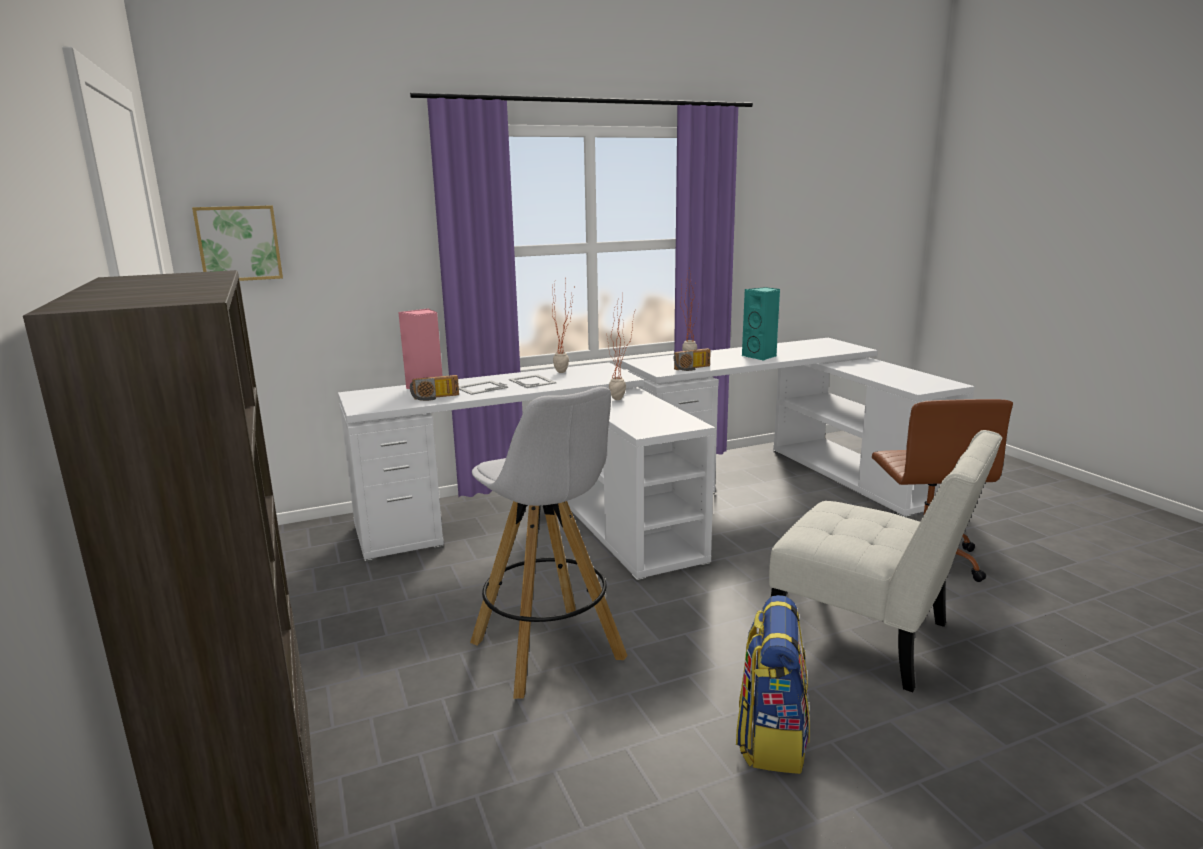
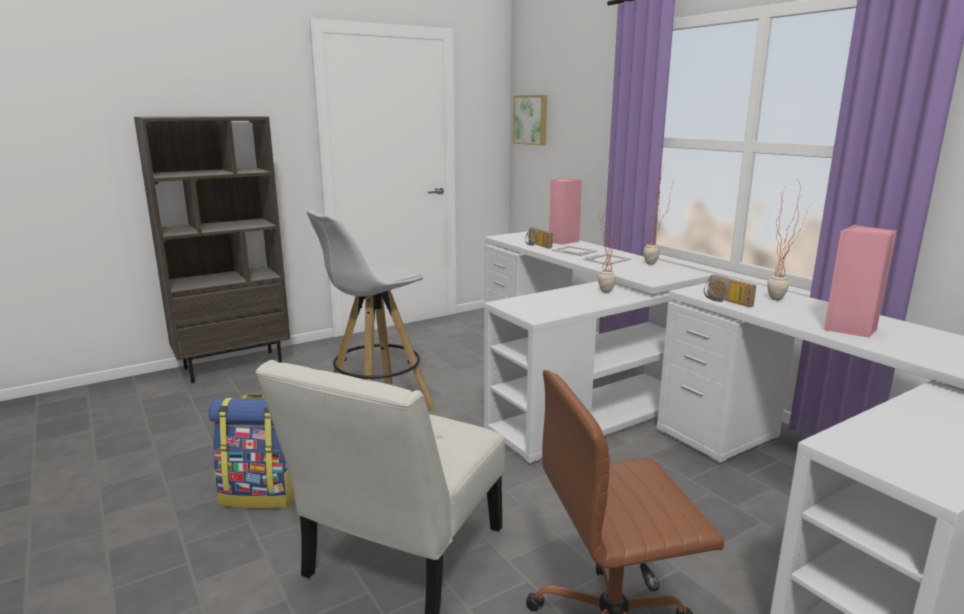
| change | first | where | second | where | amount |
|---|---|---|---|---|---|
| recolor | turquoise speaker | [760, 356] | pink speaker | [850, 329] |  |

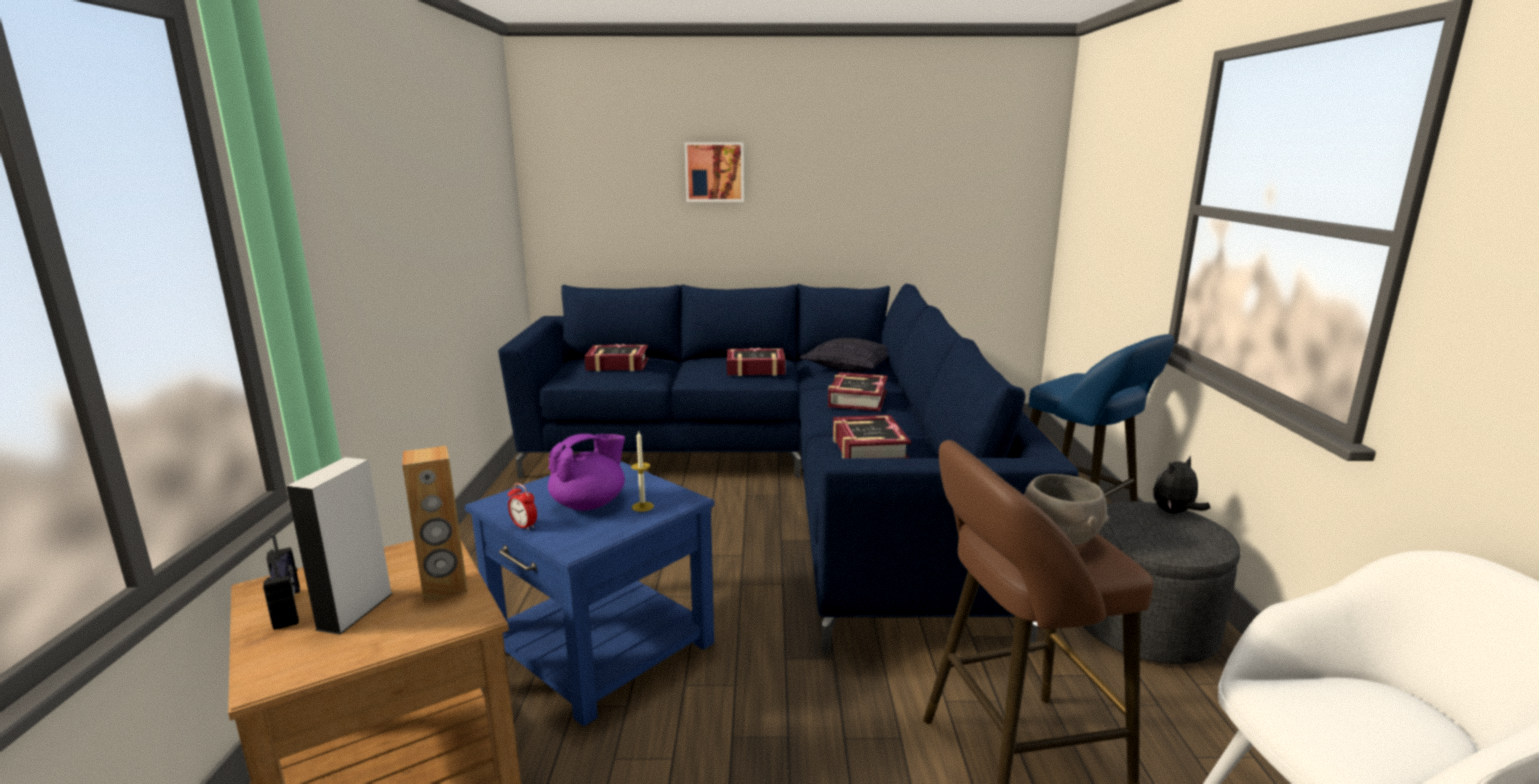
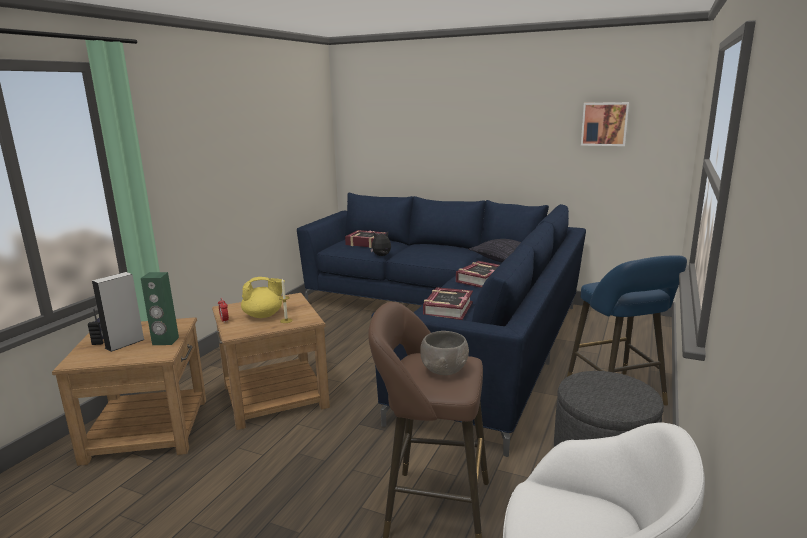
| change | first | where | second | where | amount |
|---|---|---|---|---|---|
| move | picture | [714, 172] |  | [604, 124] |  |
| delete | book | [755, 369] |  |  |  |
| recolor | purple teapot | [590, 504] | yellow teapot | [264, 315] |  |
| recolor | brown speaker | [445, 588] | green speaker | [165, 341] |  |
| move | plush toy | [1174, 512] |  | [381, 256] |  |
| recolor | blue side table | [601, 647] | brown side table | [274, 396] |  |

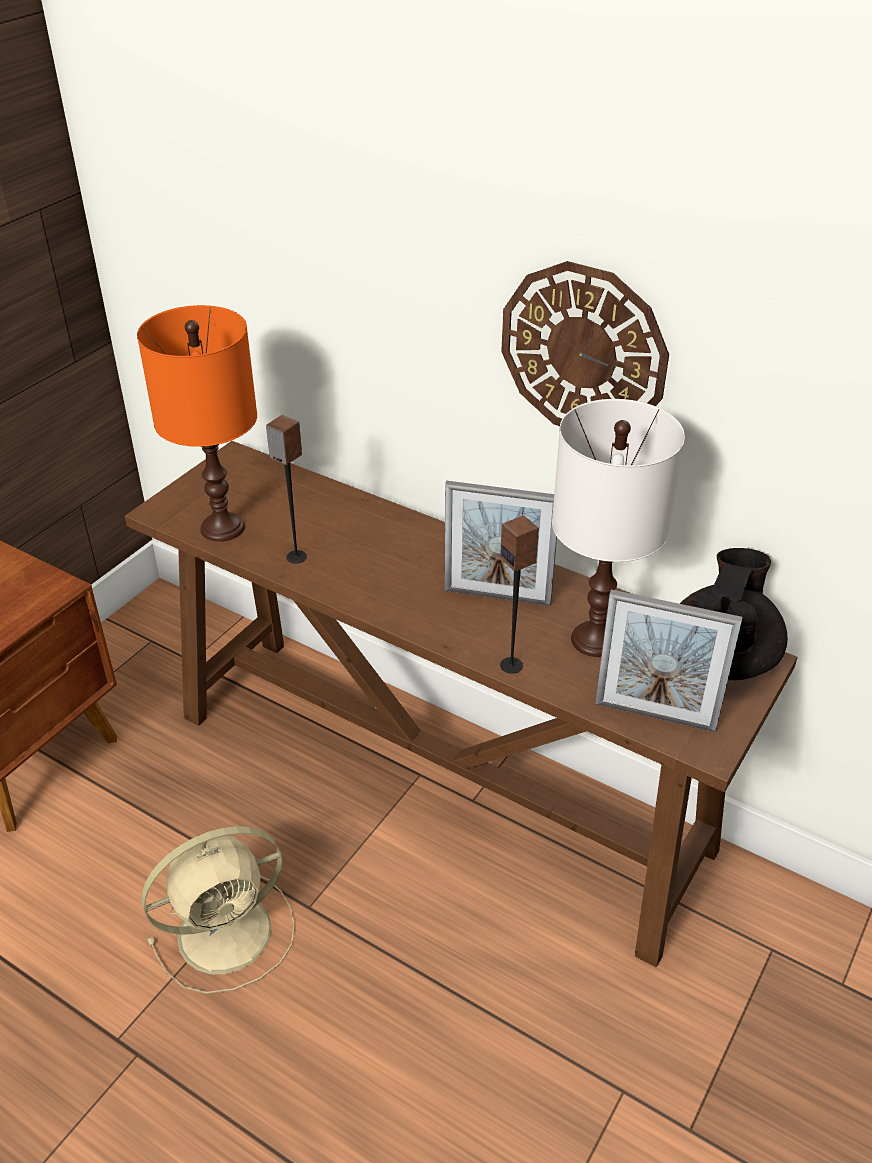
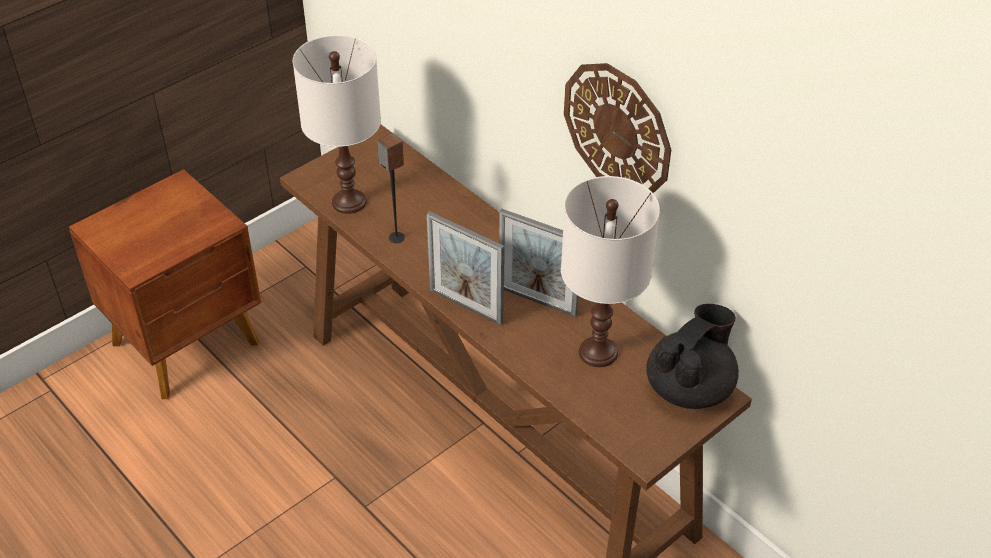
| change | first | where | second | where | amount |
|---|---|---|---|---|---|
| recolor | orange table lamp | [223, 528] | white table lamp | [349, 202] |  |
| delete | speaker | [512, 665] |  |  |  |
| move | picture frame | [655, 715] |  | [466, 306] |  |
| delete | beige fan | [229, 931] |  |  |  |

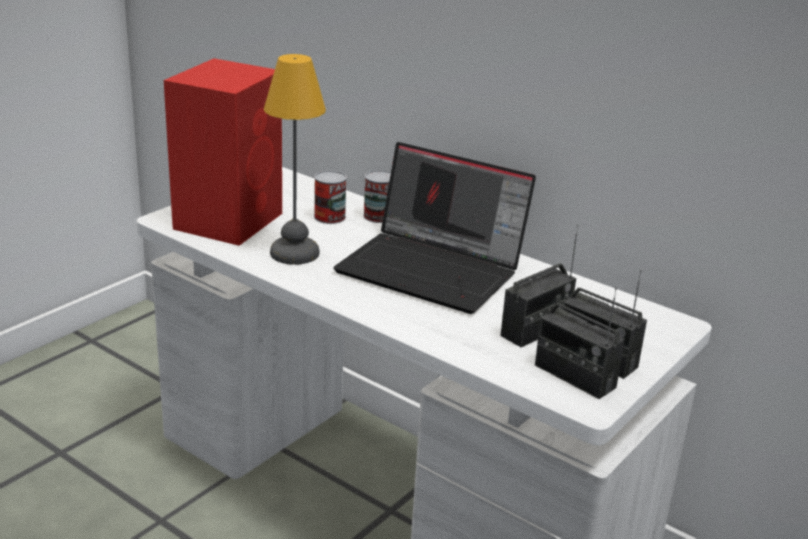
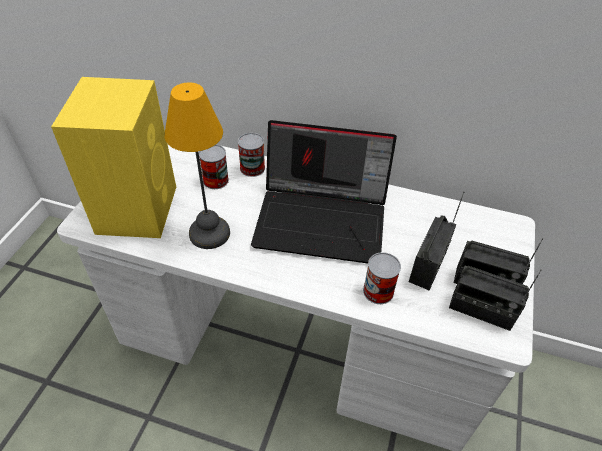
| change | first | where | second | where | amount |
|---|---|---|---|---|---|
| recolor | red speaker | [230, 220] | yellow speaker | [138, 208] |  |
| insert |  |  | can | [378, 291] |  |

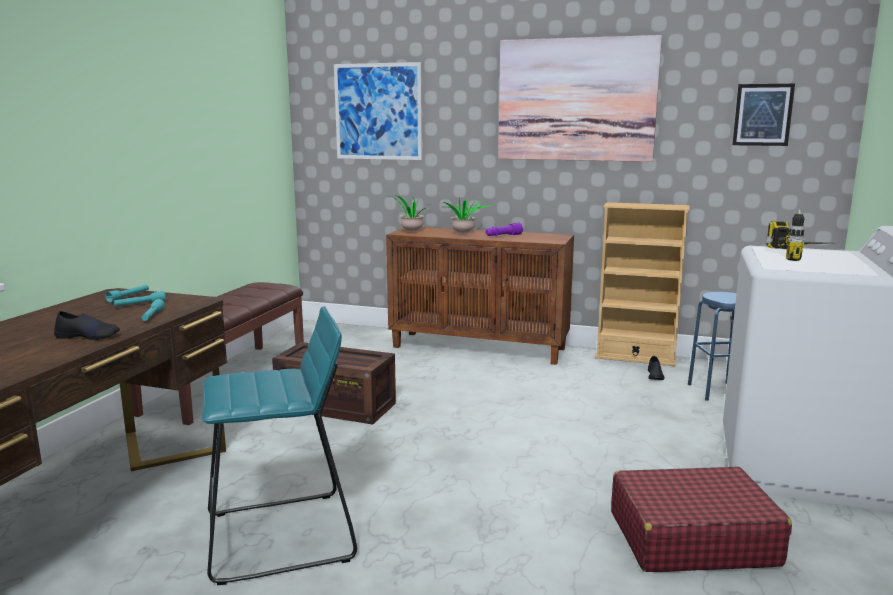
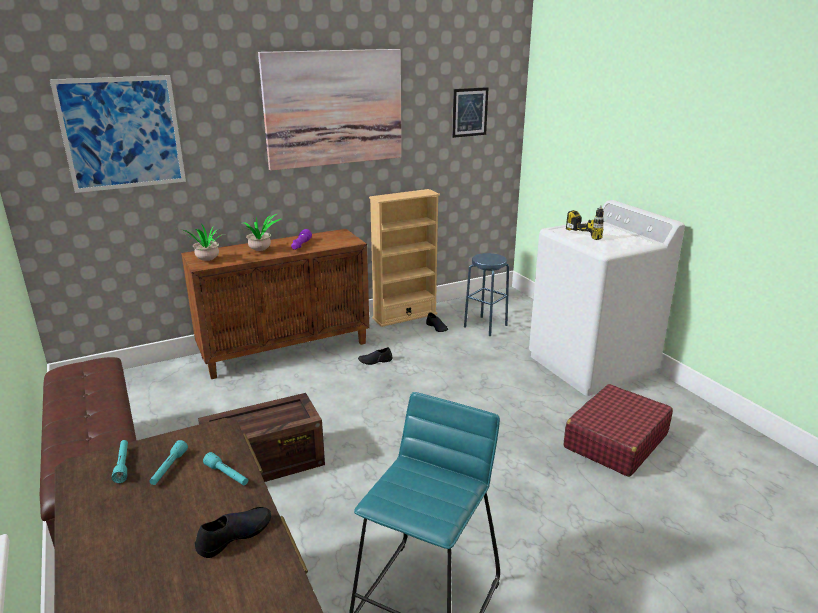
| change | first | where | second | where | amount |
|---|---|---|---|---|---|
| insert |  |  | black shoe | [375, 361] |  |

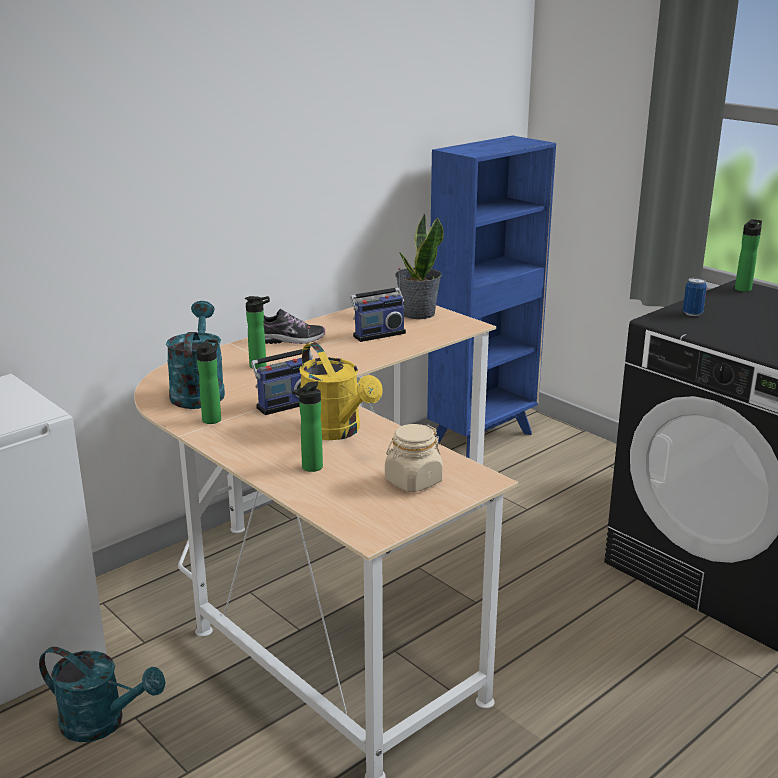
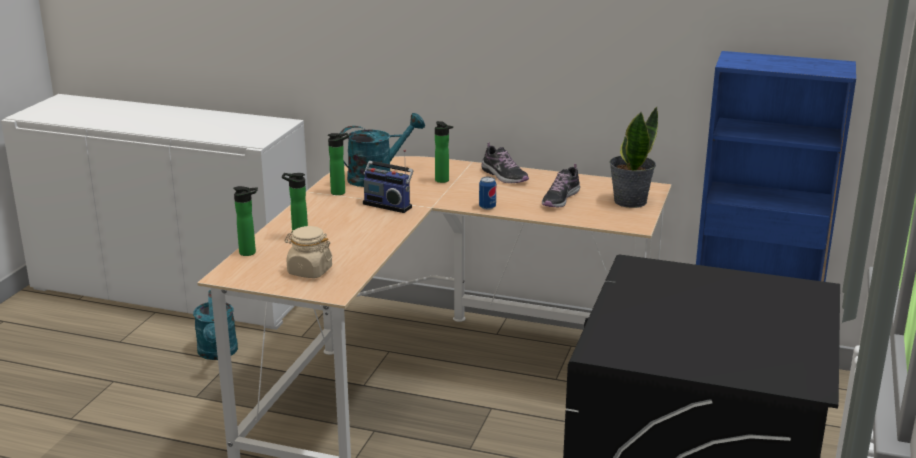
| change | first | where | second | where | amount |
|---|---|---|---|---|---|
| move | bottle | [743, 288] |  | [250, 253] |  |
| replace | radio | [378, 334] | shoe | [560, 199] |  |
| move | can | [692, 314] |  | [487, 207] |  |
| delete | yellow watering can | [337, 431] |  |  |  |

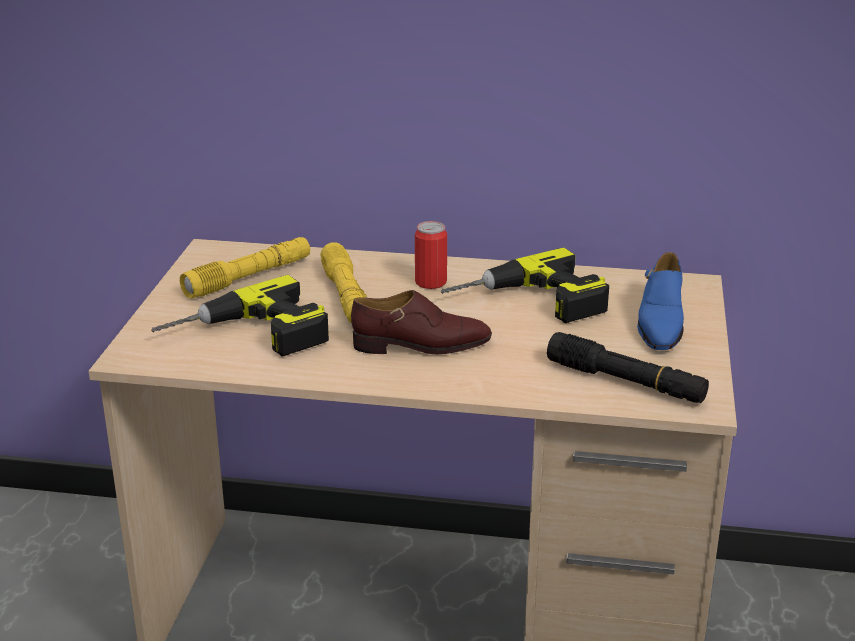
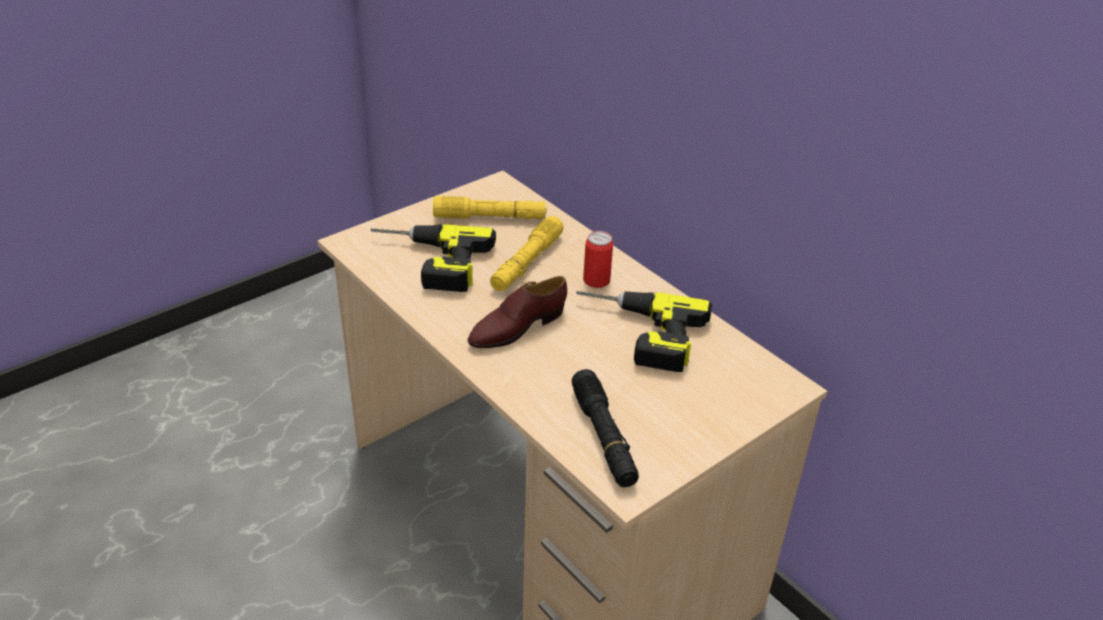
| change | first | where | second | where | amount |
|---|---|---|---|---|---|
| delete | blue shoe | [660, 323] |  |  |  |
| rotate | brown shoe | [422, 345] |  | [516, 327] | 105 degrees clockwise |

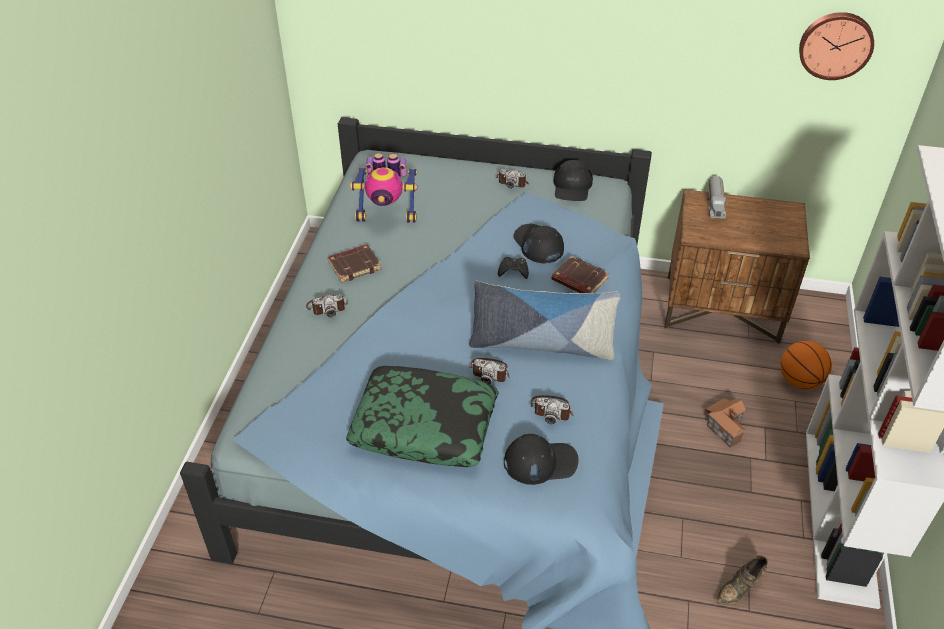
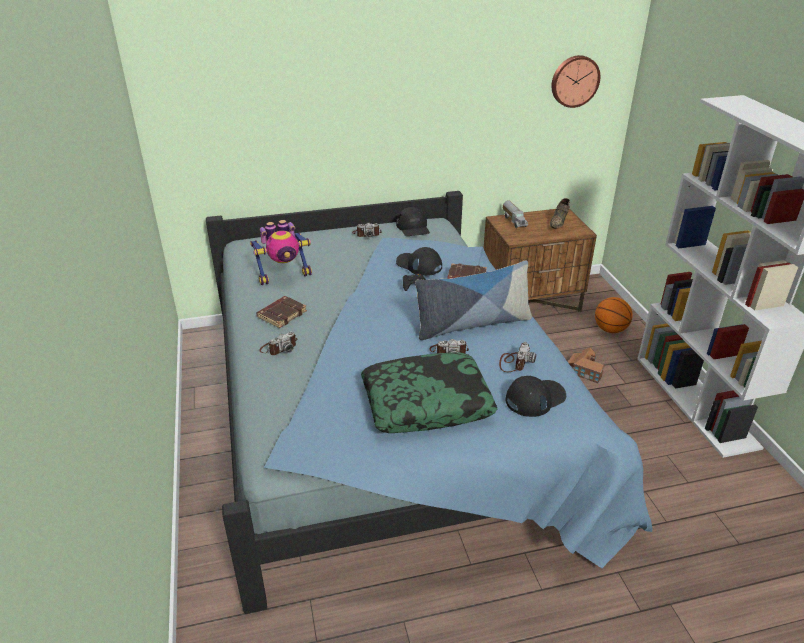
| change | first | where | second | where | amount |
|---|---|---|---|---|---|
| rotate | photo camera | [552, 410] |  | [514, 362] | 60 degrees counterclockwise |
| move | brown shoe | [740, 587] |  | [559, 222] |  |

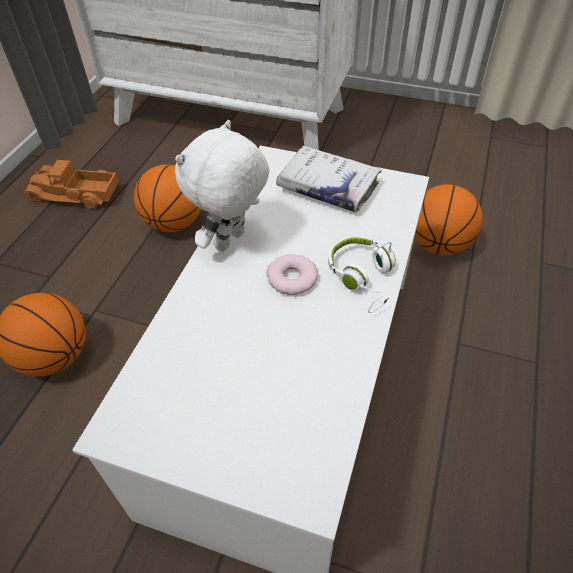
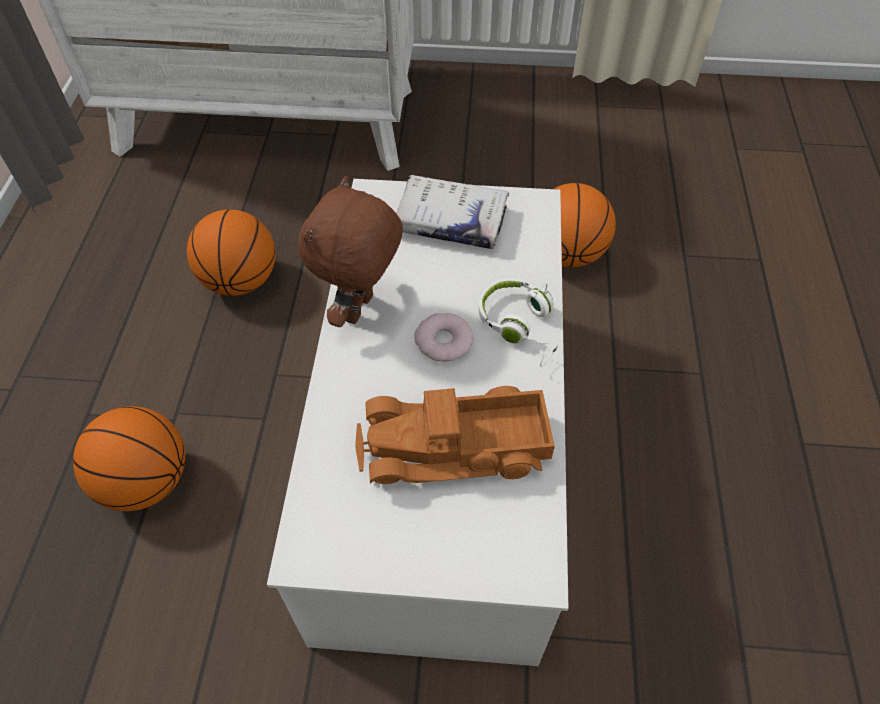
| change | first | where | second | where | amount |
|---|---|---|---|---|---|
| recolor | white plush toy | [231, 242] | brown plush toy | [360, 310] |  |
| move | toy truck | [74, 195] |  | [455, 449] |  |

